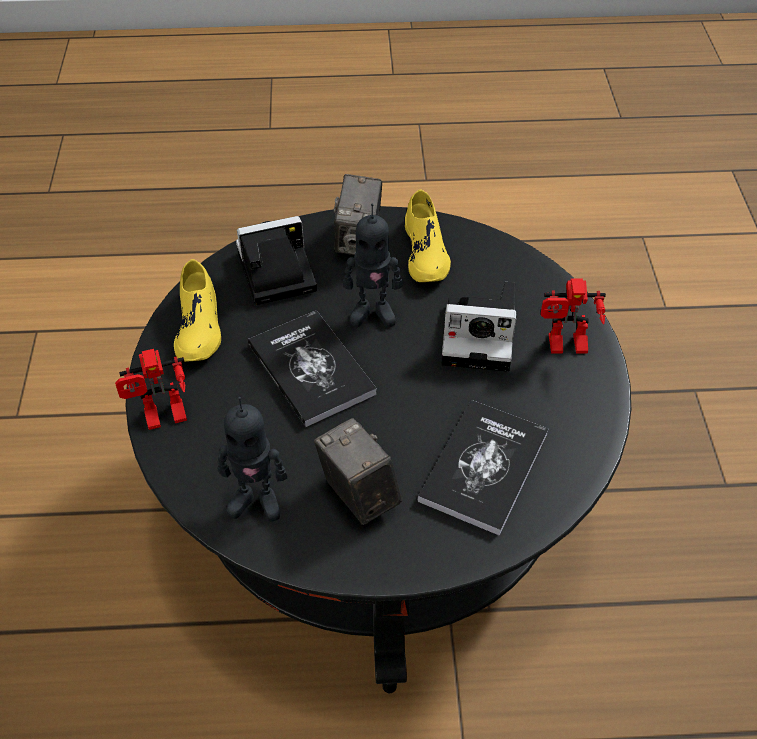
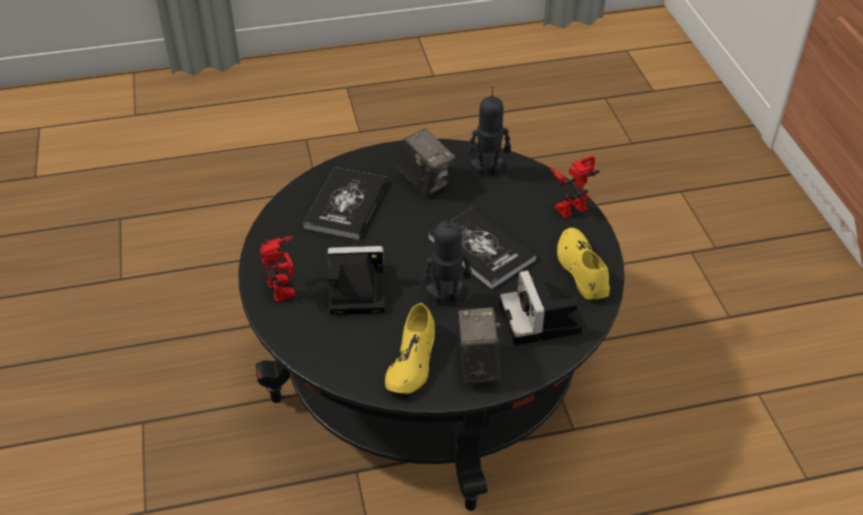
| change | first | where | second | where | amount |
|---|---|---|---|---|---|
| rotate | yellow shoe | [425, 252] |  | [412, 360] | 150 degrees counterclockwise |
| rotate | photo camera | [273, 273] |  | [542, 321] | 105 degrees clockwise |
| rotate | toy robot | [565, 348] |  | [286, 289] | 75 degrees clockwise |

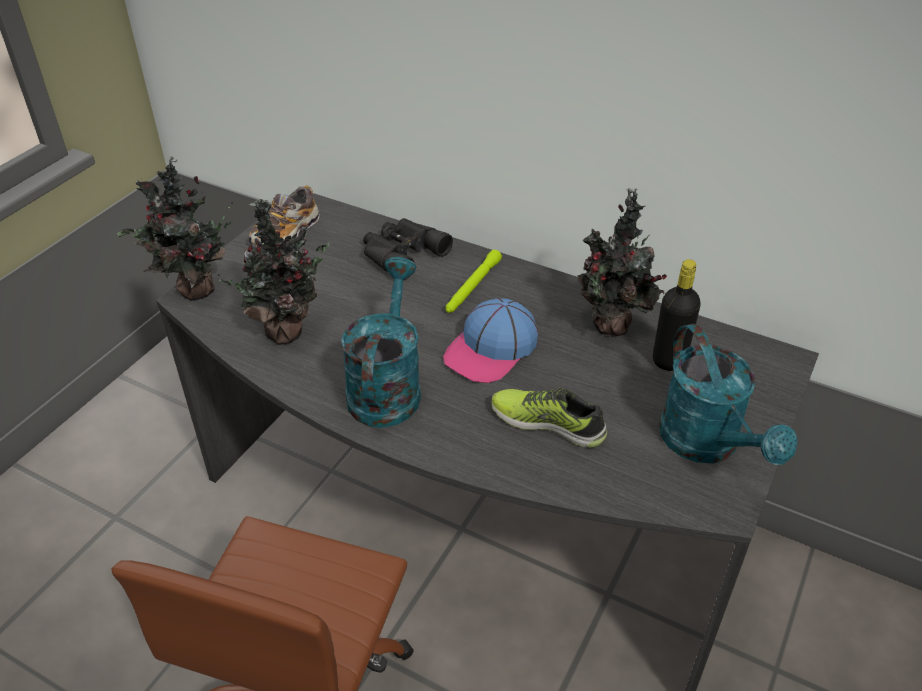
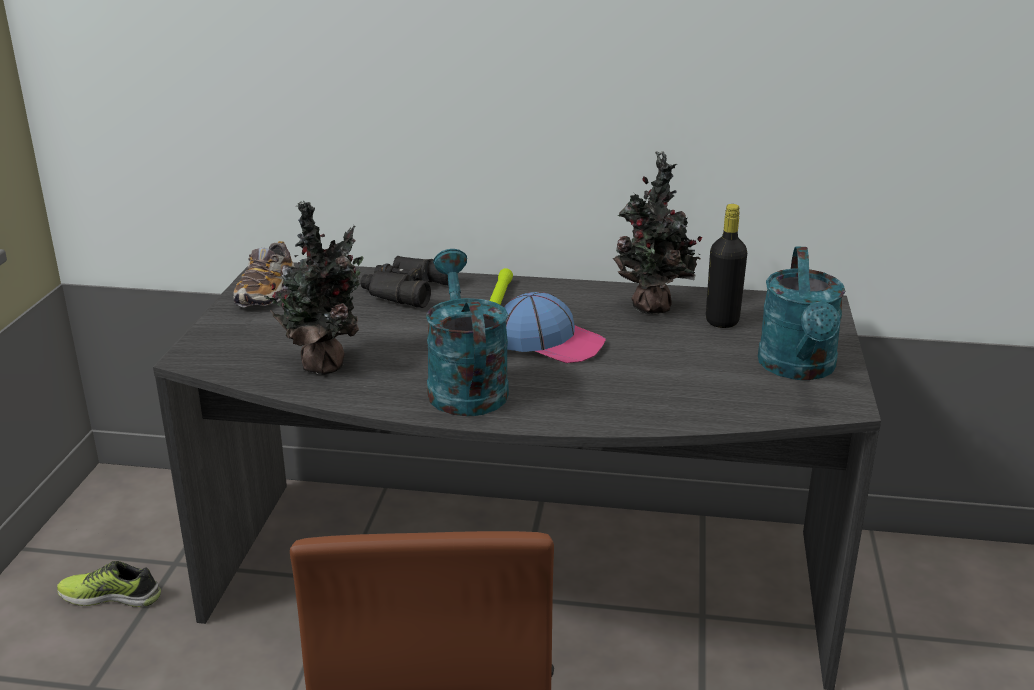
| change | first | where | second | where | amount |
|---|---|---|---|---|---|
| delete | potted plant | [193, 292] |  |  |  |
| rotate | cap | [491, 350] |  | [550, 342] | 90 degrees counterclockwise |
| rotate | turquoise watering can | [708, 445] |  | [799, 369] | 45 degrees clockwise |
| move | shoe | [548, 422] |  | [111, 596] |  |

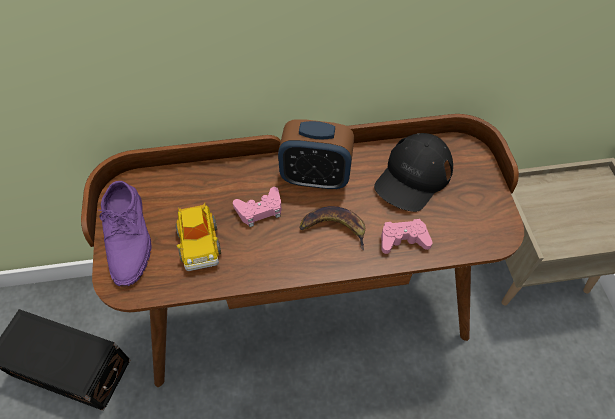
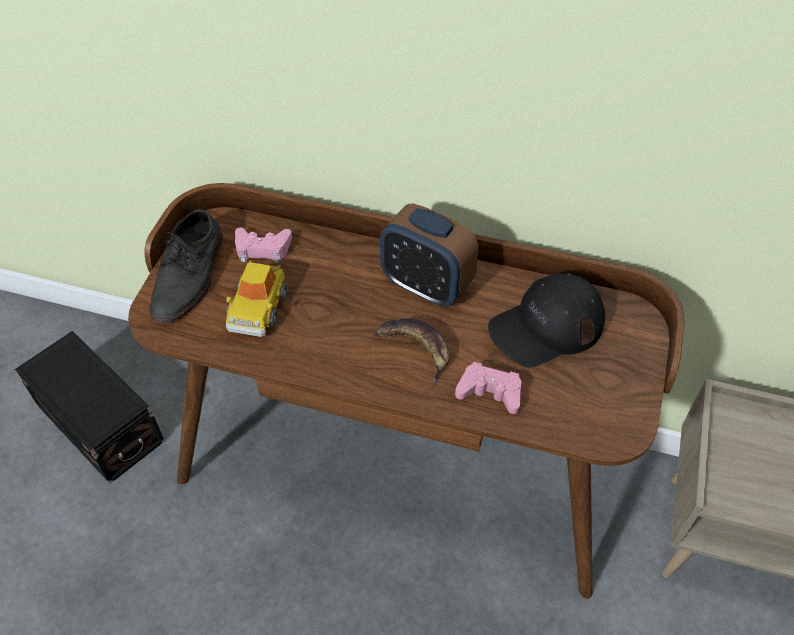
| change | first | where | second | where | amount |
|---|---|---|---|---|---|
| recolor | purple shoe | [129, 237] | grey shoe | [190, 276] |  |
| move | pink game controller | [260, 210] |  | [262, 249] |  |

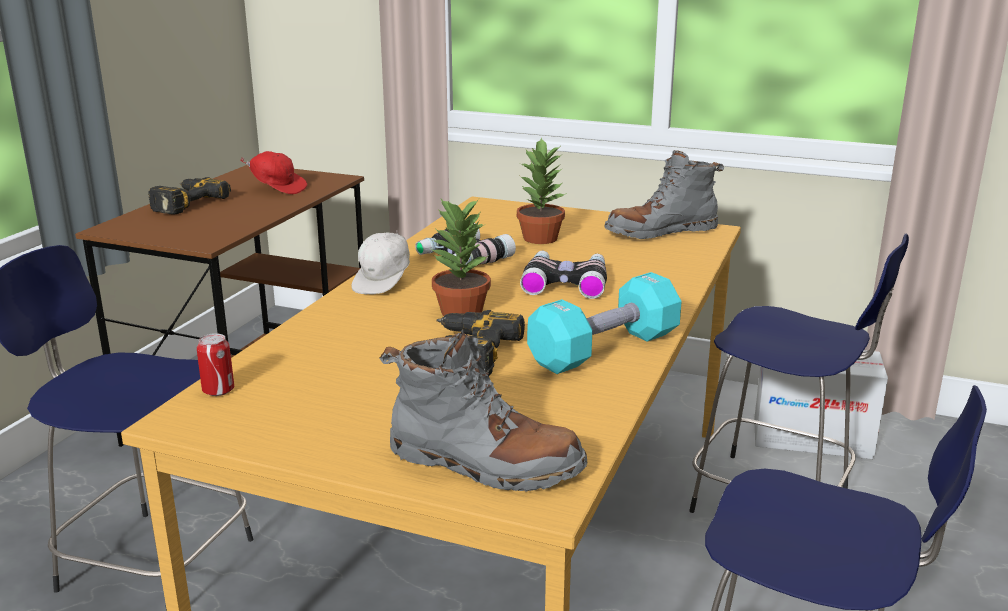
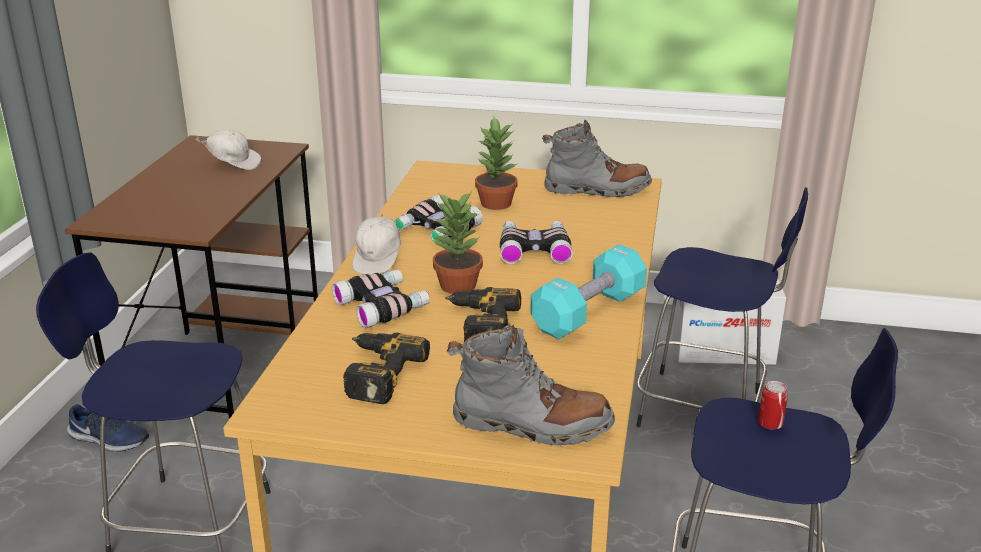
| change | first | where | second | where | amount |
|---|---|---|---|---|---|
| rotate | grey boot | [661, 232] |  | [597, 189] | 150 degrees counterclockwise |
| recolor | red cap | [278, 188] | white cap | [233, 163] |  |
| move | power drill | [184, 203] |  | [375, 373] |  |
| move | can | [218, 390] |  | [770, 424] |  |
| insert |  |  | binoculars | [383, 305] |  |
| insert |  |  | blue shoe | [108, 440] |  |

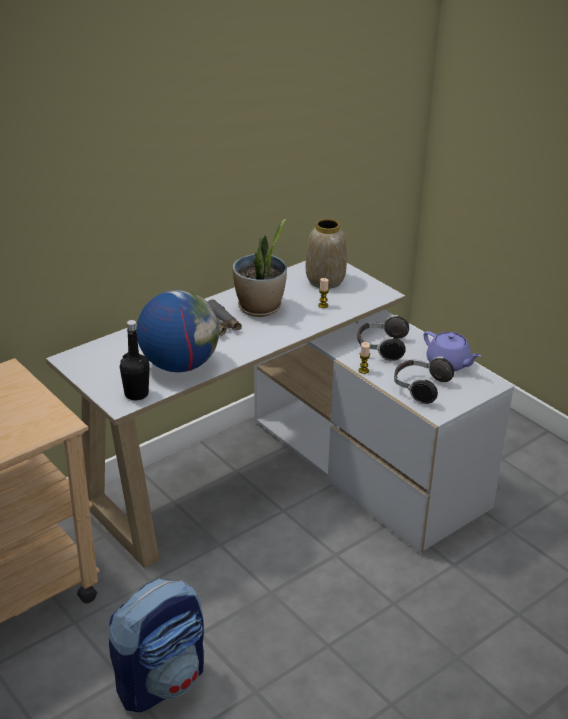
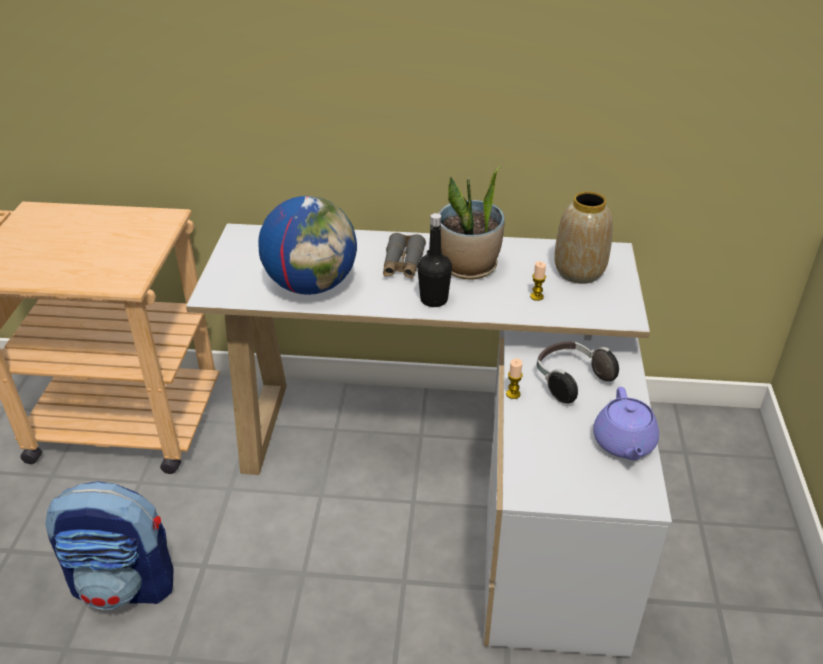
| change | first | where | second | where | amount |
|---|---|---|---|---|---|
| move | black bottle | [136, 394] |  | [434, 299] |  |
| delete | headphones | [419, 388] |  |  |  |

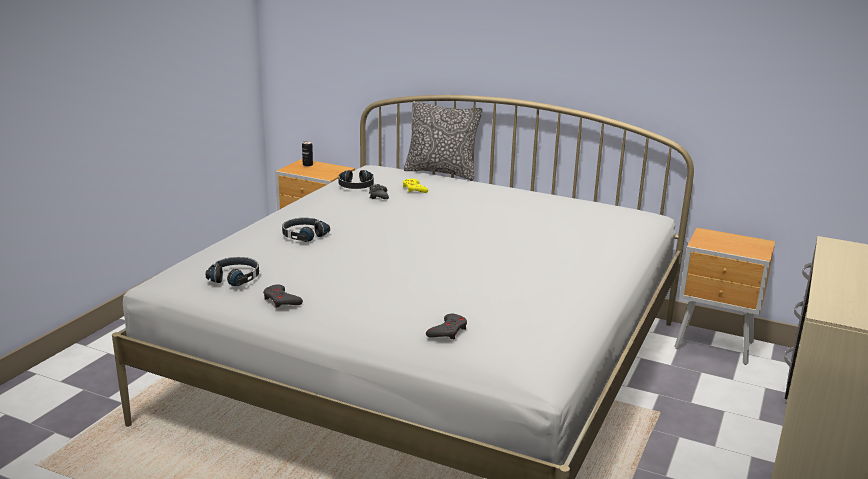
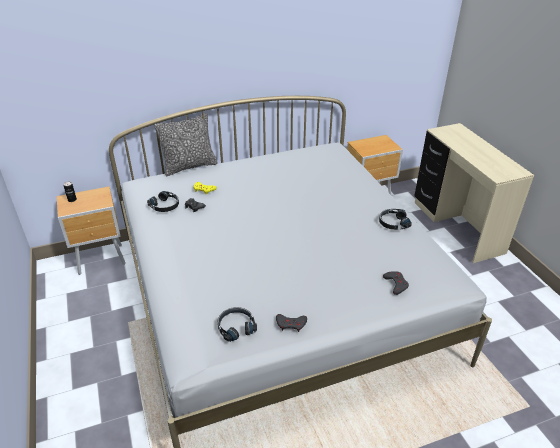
| change | first | where | second | where | amount |
|---|---|---|---|---|---|
| move | black headphones | [303, 235] |  | [393, 223] |  |

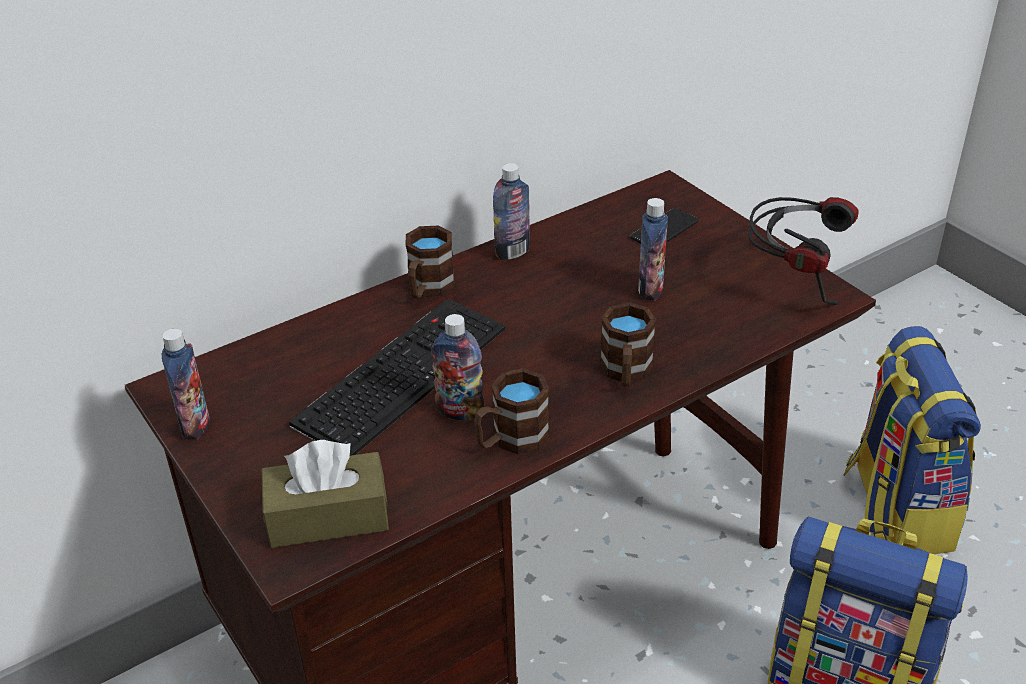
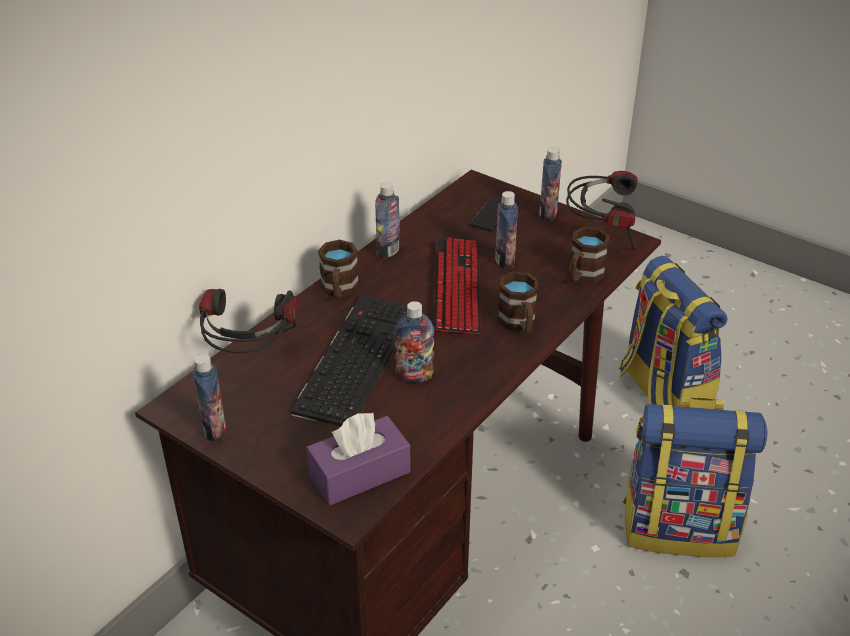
| change | first | where | second | where | amount |
|---|---|---|---|---|---|
| move | brown mug | [511, 440] |  | [582, 276] |  |
| recolor | brown tissue box | [328, 517] | purple tissue box | [359, 473] |  |
| insert |  |  | bottle | [548, 214] |  |
| insert |  |  | keyboard | [457, 287] |  |
| insert |  |  | headphones | [249, 358] |  |

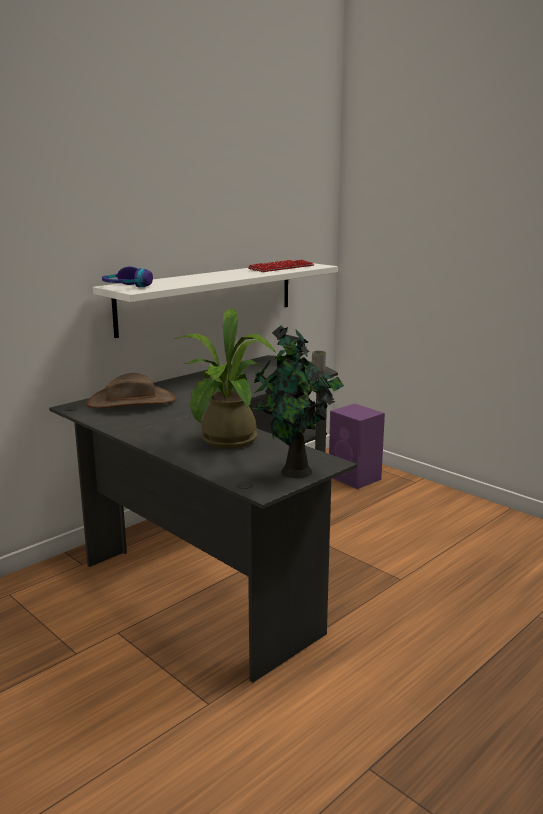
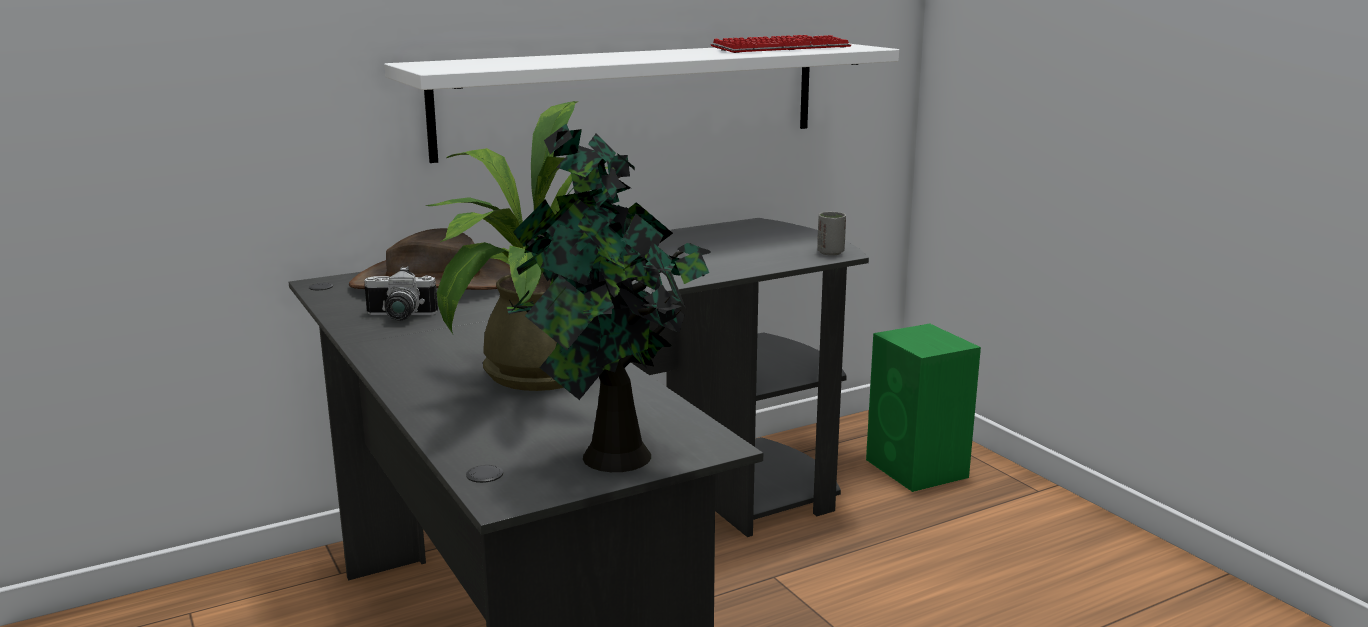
| change | first | where | second | where | amount |
|---|---|---|---|---|---|
| delete | headphones | [126, 287] |  |  |  |
| recolor | purple speaker | [355, 478] | green speaker | [918, 469] |  |
| insert |  |  | photo camera | [399, 317] |  |

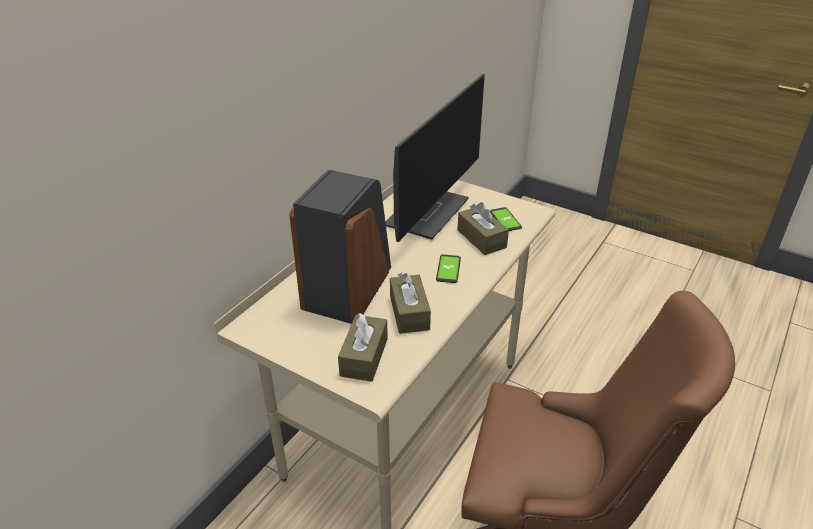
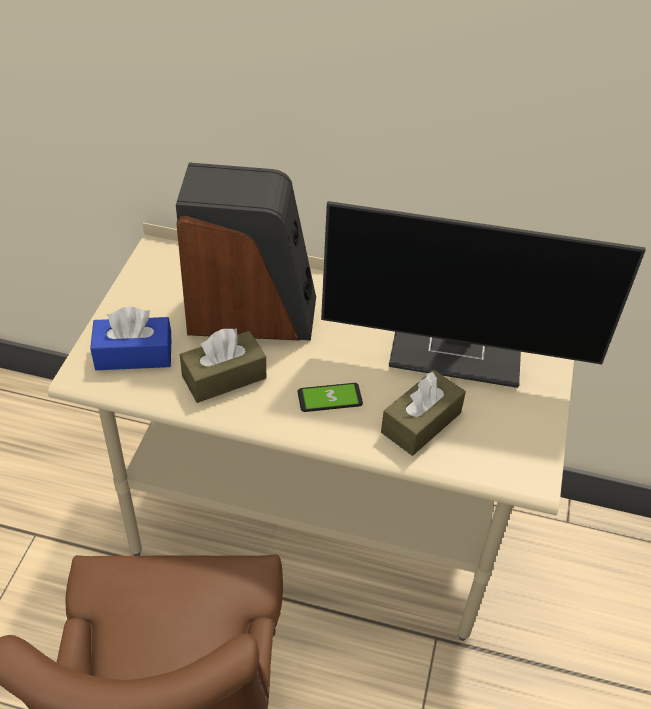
| change | first | where | second | where | amount |
|---|---|---|---|---|---|
| delete | phone | [505, 220] |  |  |  |
| recolor | brown tissue box | [364, 357] | blue tissue box | [134, 354] |  |

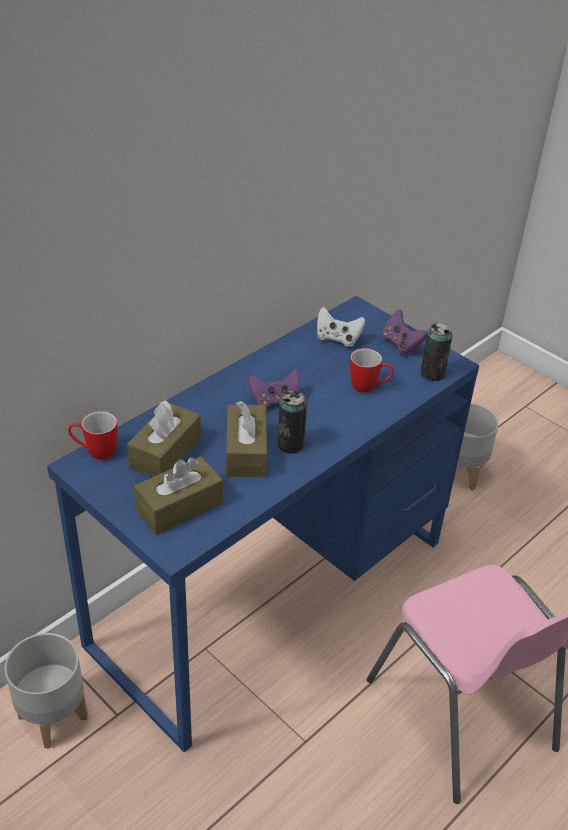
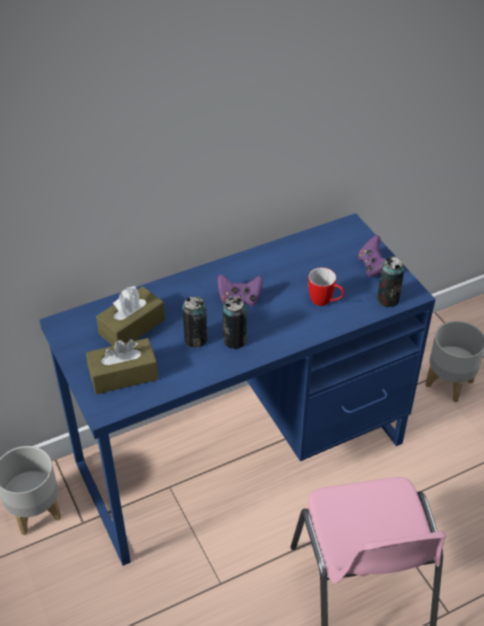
| change | first | where | second | where | amount |
|---|---|---|---|---|---|
| delete | white game controller | [337, 339] |  |  |  |
| replace | brown tissue box | [246, 452] | can | [195, 339] |  |
| delete | mug | [95, 452] |  |  |  |

